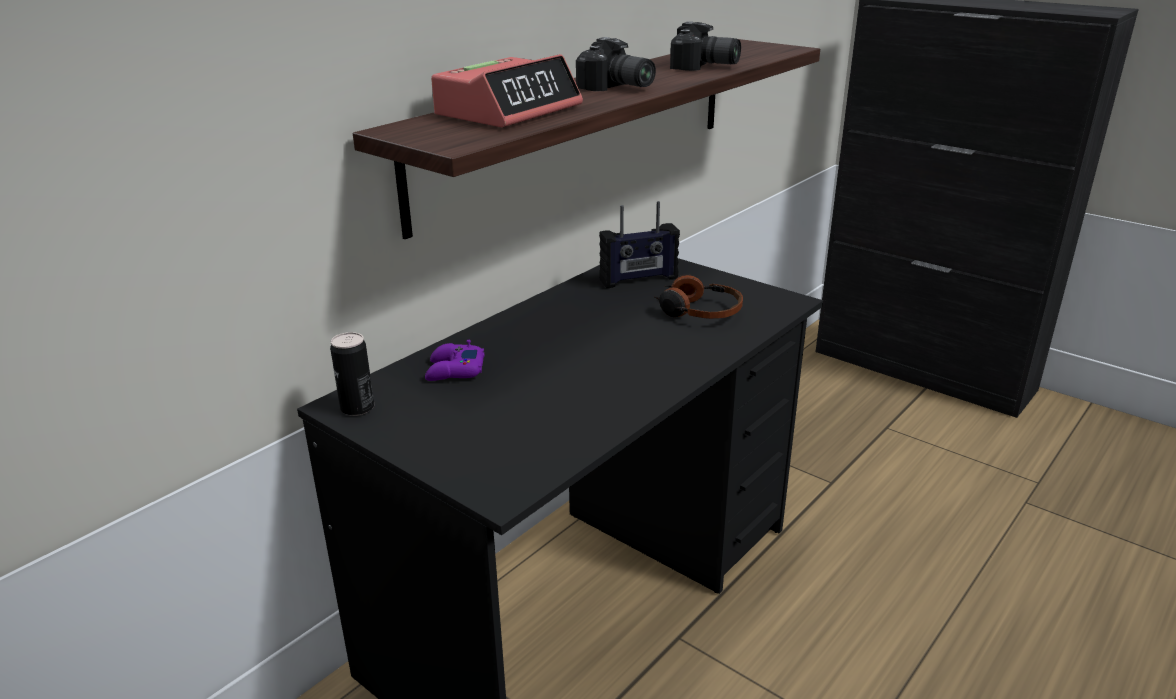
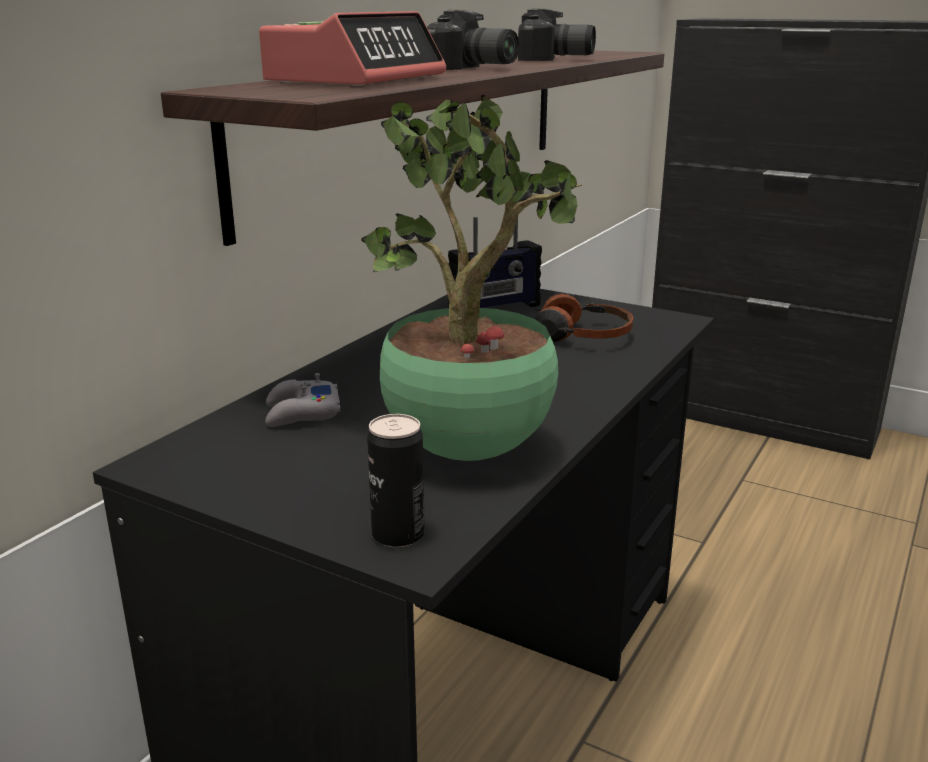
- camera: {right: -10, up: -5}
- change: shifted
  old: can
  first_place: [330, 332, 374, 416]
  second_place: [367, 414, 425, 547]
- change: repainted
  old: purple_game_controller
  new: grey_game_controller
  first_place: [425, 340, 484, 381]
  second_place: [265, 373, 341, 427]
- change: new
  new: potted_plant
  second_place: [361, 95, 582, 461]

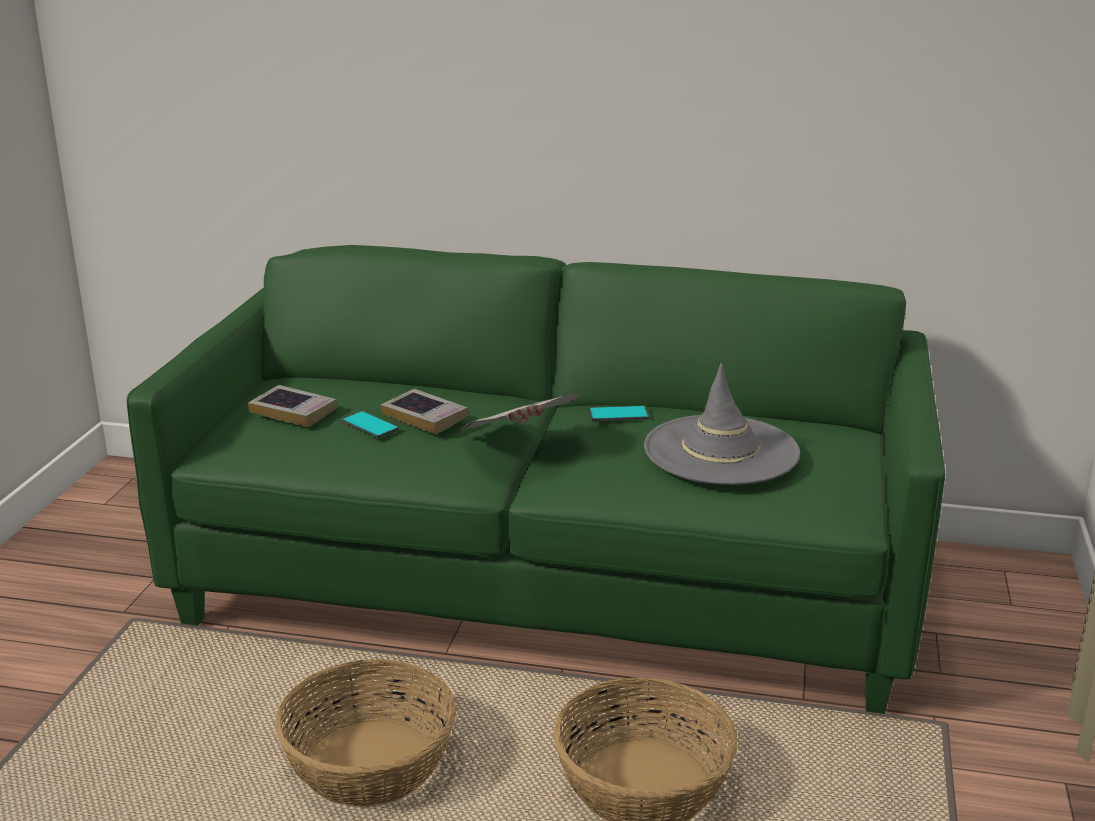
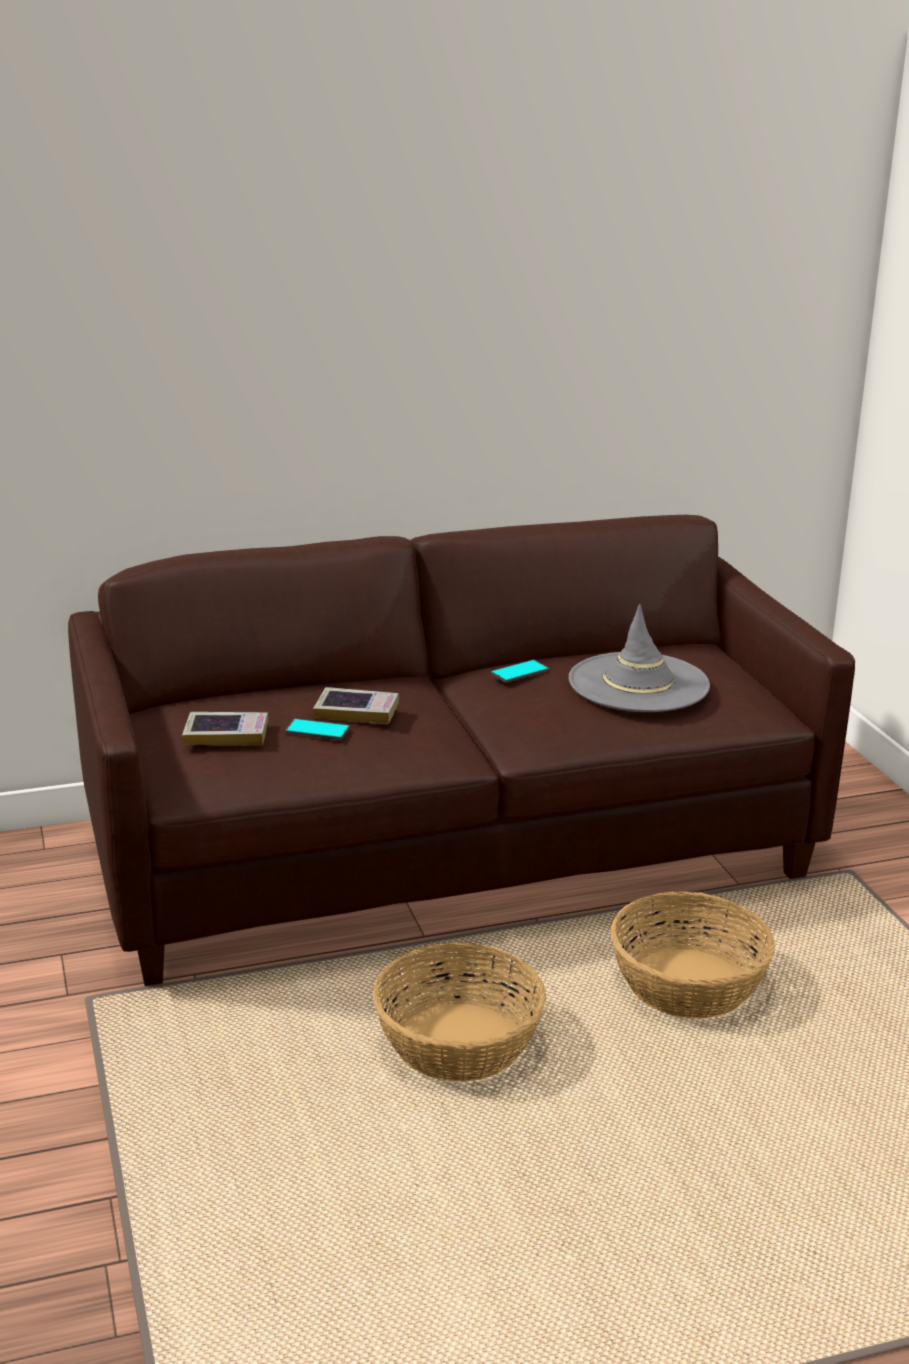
- camera: {right: -30, up: 0}
- change: repainted
  old: green_sofa
  new: brown_sofa
  first_place: [126, 245, 945, 714]
  second_place: [68, 515, 855, 986]
- change: gone
  old: newspaper
  first_place: [460, 394, 581, 430]

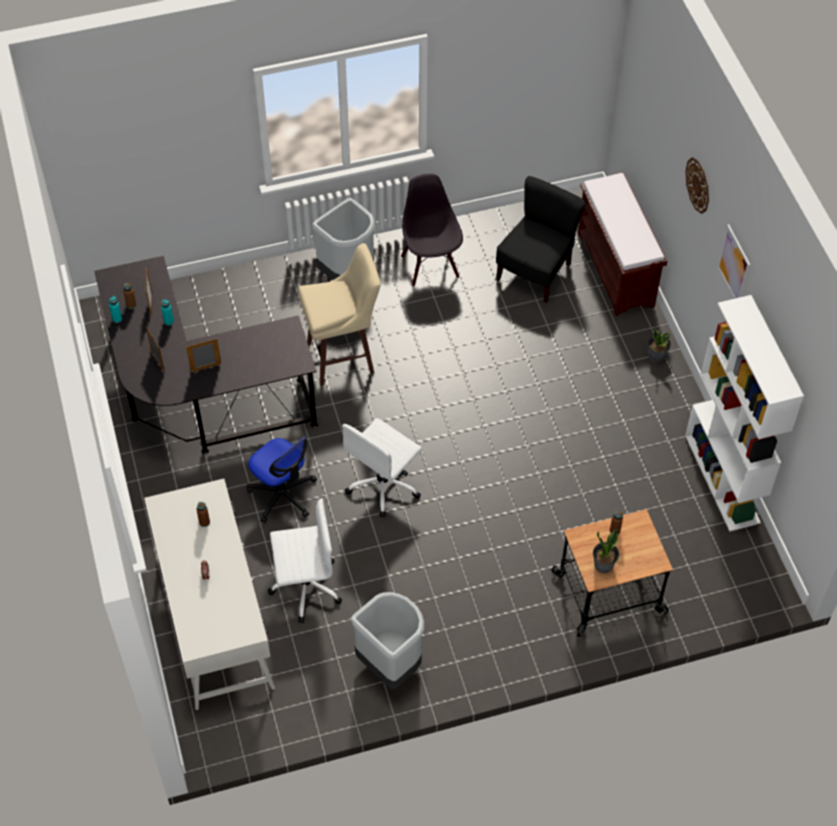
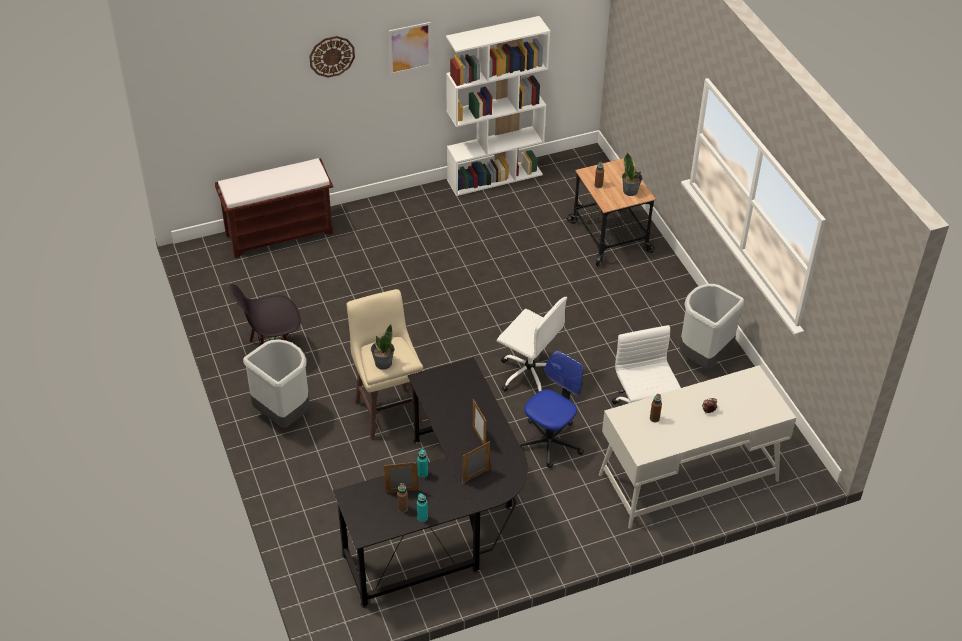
- camera: {right: -95, up: -10}
- change: gone
  old: black_chair
  first_place: [496, 176, 586, 303]
- change: shifted
  old: potted_plant
  first_place: [649, 328, 671, 363]
  second_place: [371, 324, 395, 370]

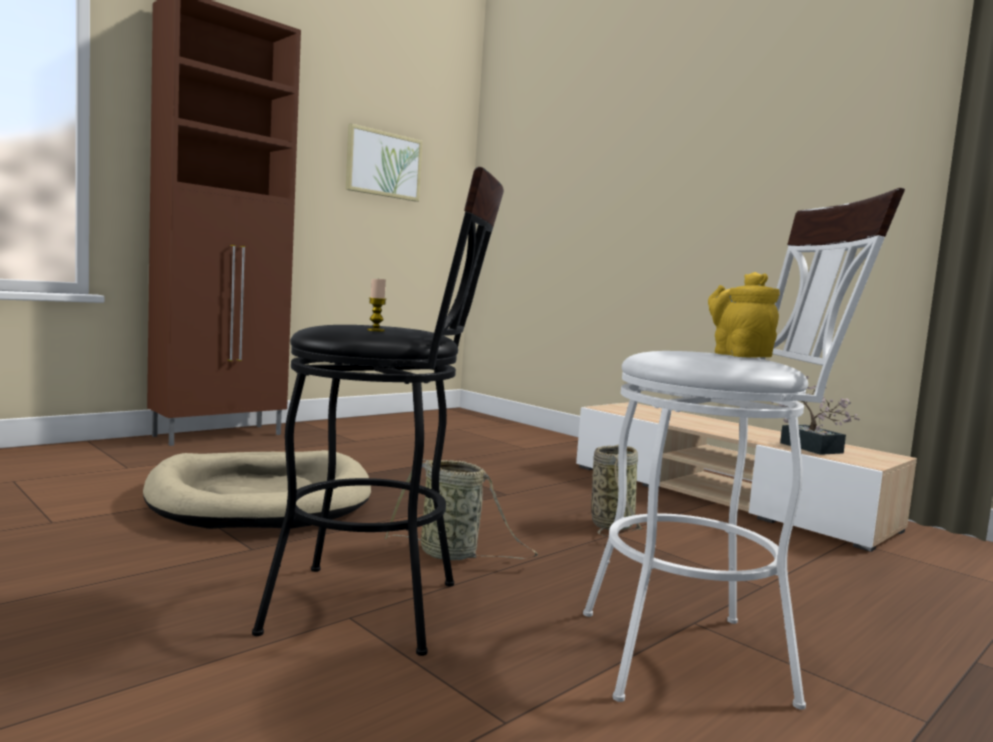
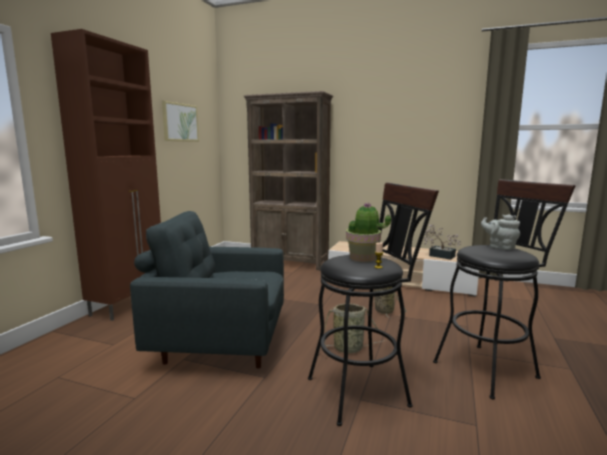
- camera: {right: -25, up: 5}
- change: swapped
  old: beige_dog_bed
  new: grey_armchair
  first_place: [143, 450, 371, 529]
  second_place: [130, 211, 284, 368]
- change: repainted
  old: white_stool
  new: black_stool
  first_place: [583, 188, 905, 710]
  second_place: [433, 179, 576, 399]
- change: repainted
  old: yellow_teapot
  new: grey_teapot
  first_place: [708, 272, 780, 357]
  second_place: [481, 214, 520, 250]
- change: new
  new: brown_bookcase
  second_place: [243, 91, 333, 270]
- change: new
  new: potted_plant
  second_place: [346, 202, 391, 262]

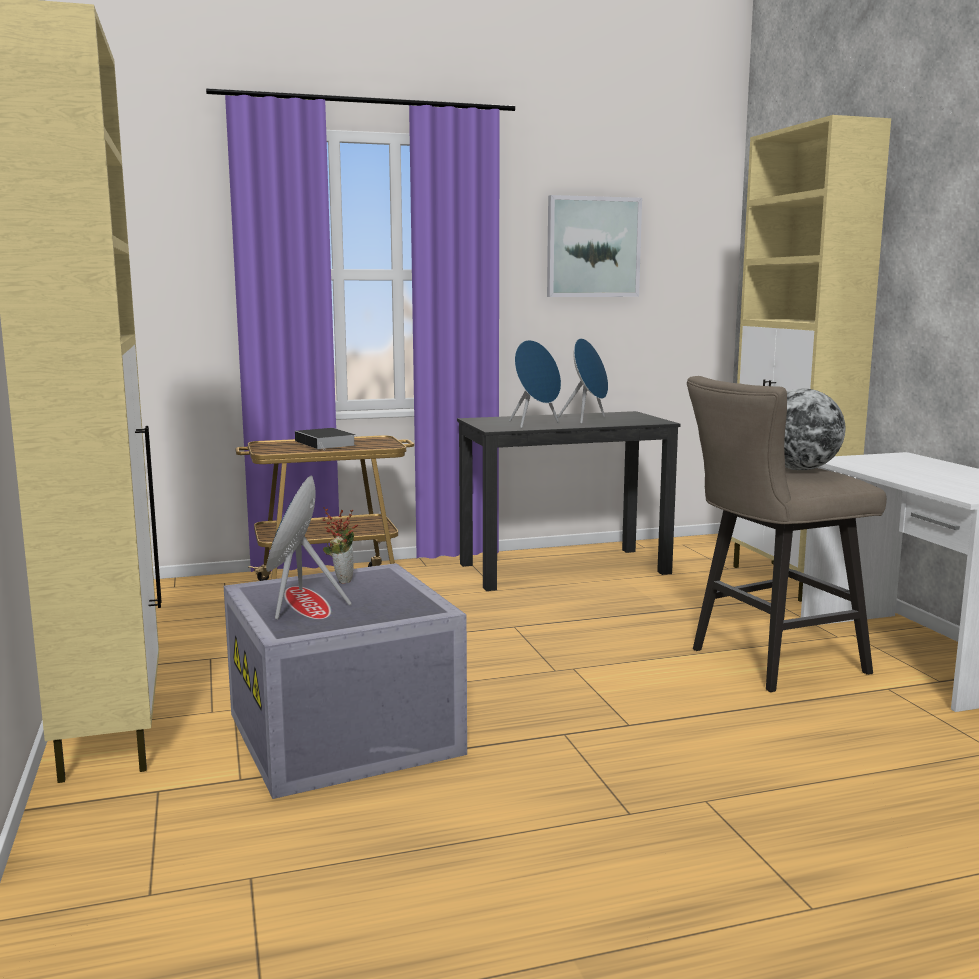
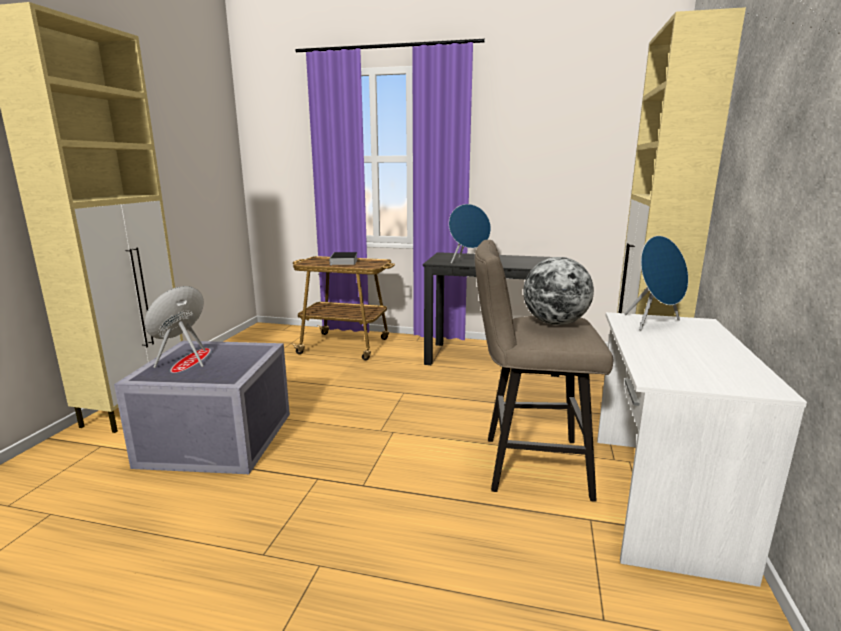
- camera: {right: 30, up: 5}
- change: gone
  old: potted_plant
  first_place: [323, 507, 358, 584]
- change: gone
  old: picture
  first_place: [547, 195, 642, 297]
- change: shifted
  old: blue_speaker
  first_place: [558, 338, 608, 424]
  second_place: [624, 236, 688, 330]

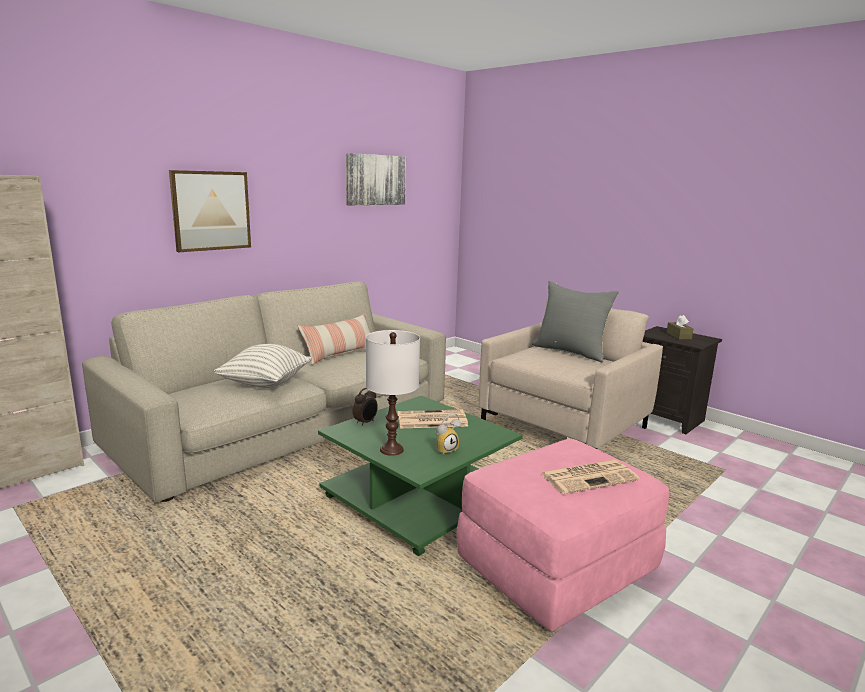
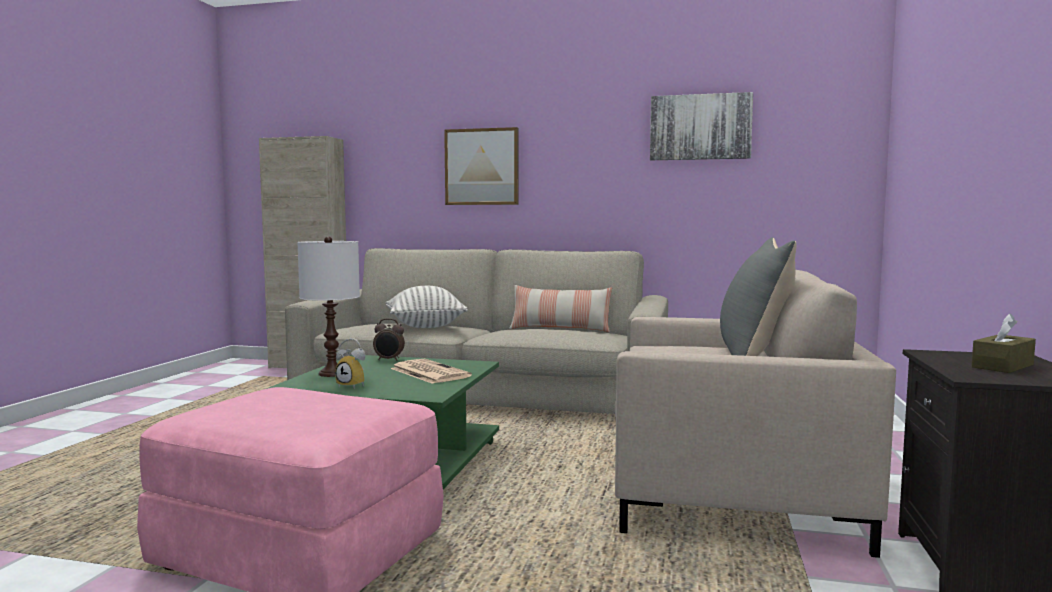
- camera: {right: 60, up: -10}
- change: gone
  old: newspaper
  first_place: [540, 460, 640, 494]

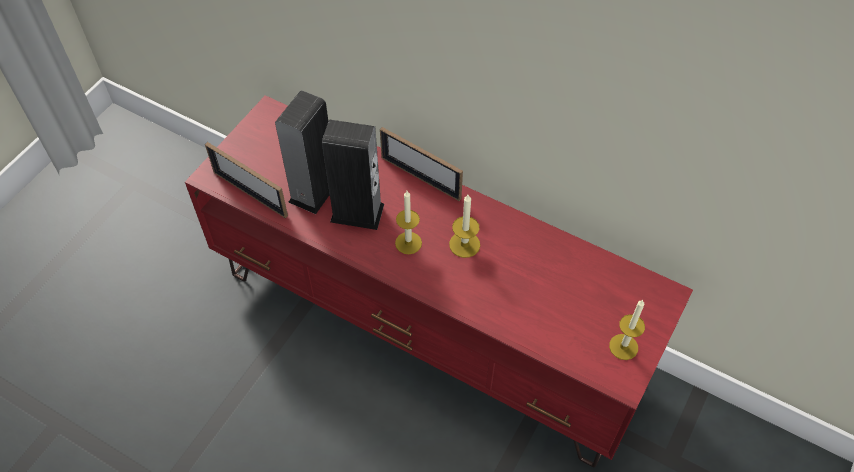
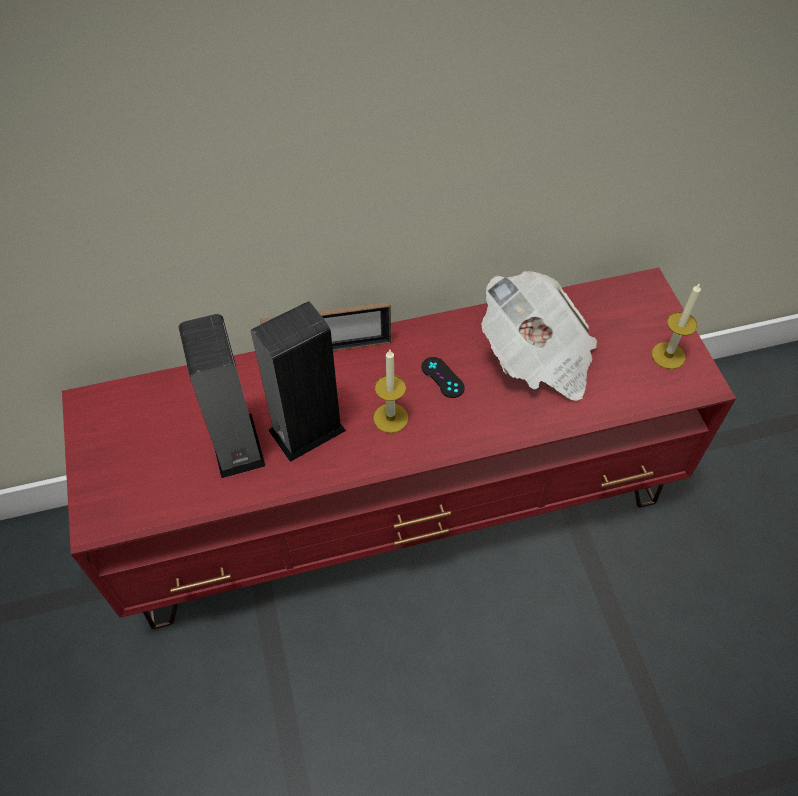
- camera: {right: -45, up: 0}
- change: gone
  old: picture_frame
  first_place: [205, 142, 288, 218]
- change: swapped
  old: candle
  new: black_game_controller
  first_place: [449, 195, 480, 258]
  second_place: [421, 357, 465, 398]
- change: new
  new: newspaper
  second_place: [481, 271, 597, 401]

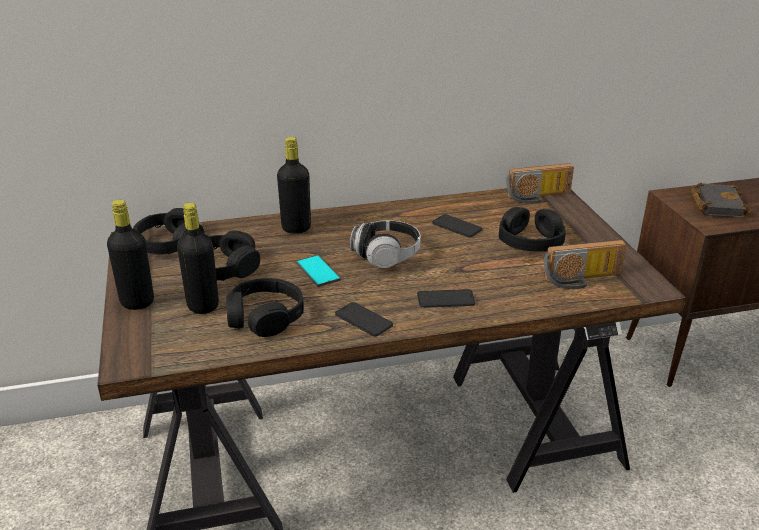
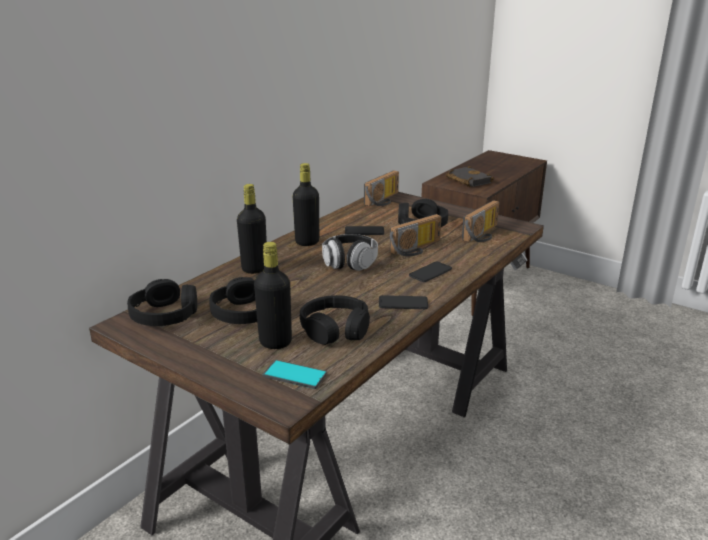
- camera: {right: -40, up: -5}
- change: shifted
  old: black_bottle
  first_place: [107, 200, 154, 310]
  second_place: [293, 163, 319, 246]
- change: shifted
  old: phone
  first_place: [296, 255, 341, 287]
  second_place: [262, 360, 327, 389]
- change: new
  new: radio
  second_place: [390, 214, 441, 256]

